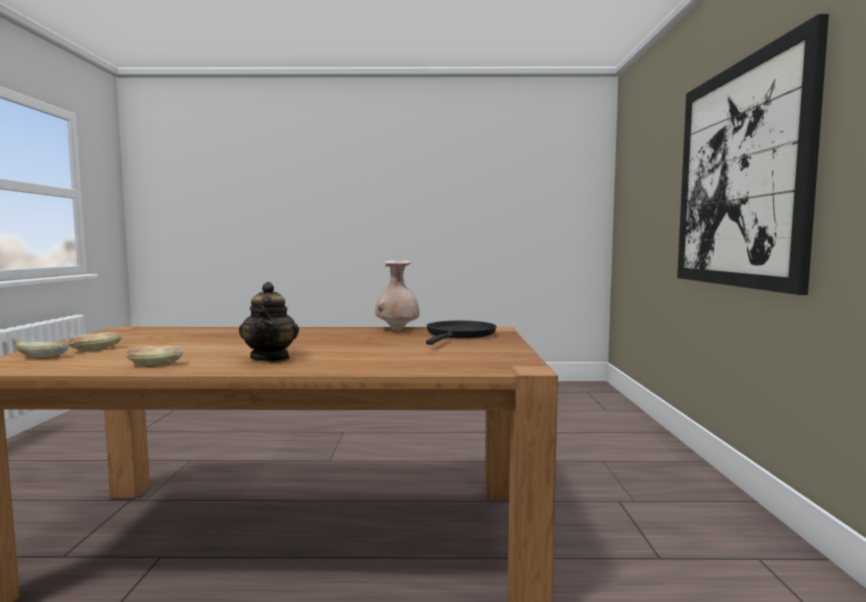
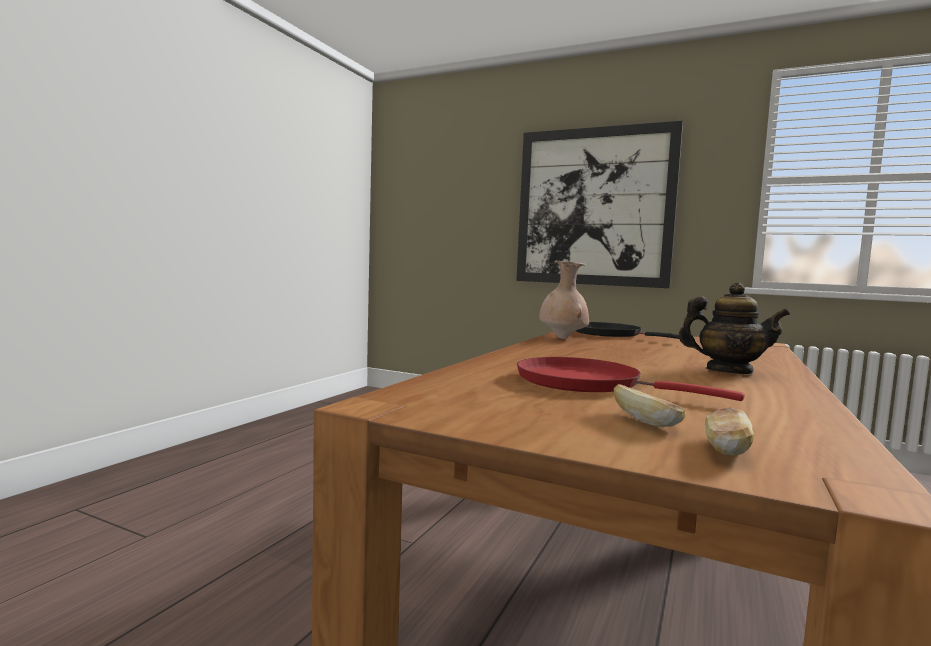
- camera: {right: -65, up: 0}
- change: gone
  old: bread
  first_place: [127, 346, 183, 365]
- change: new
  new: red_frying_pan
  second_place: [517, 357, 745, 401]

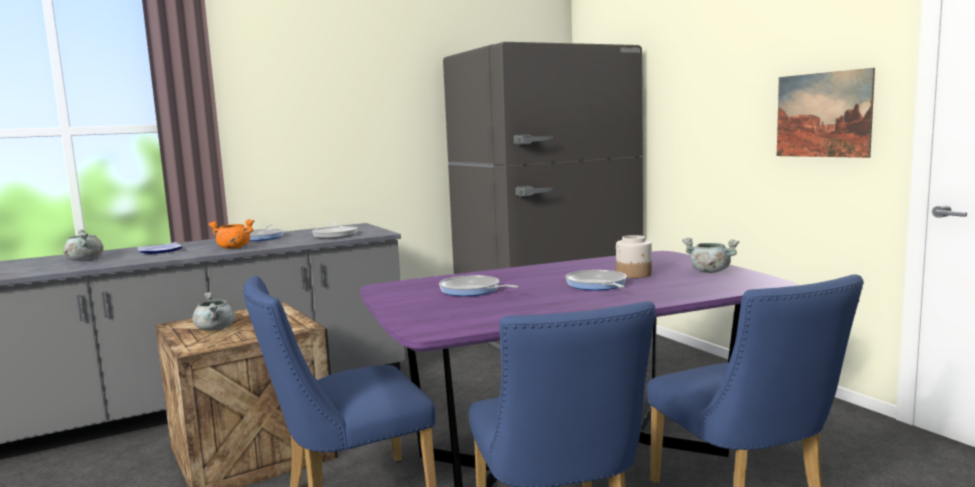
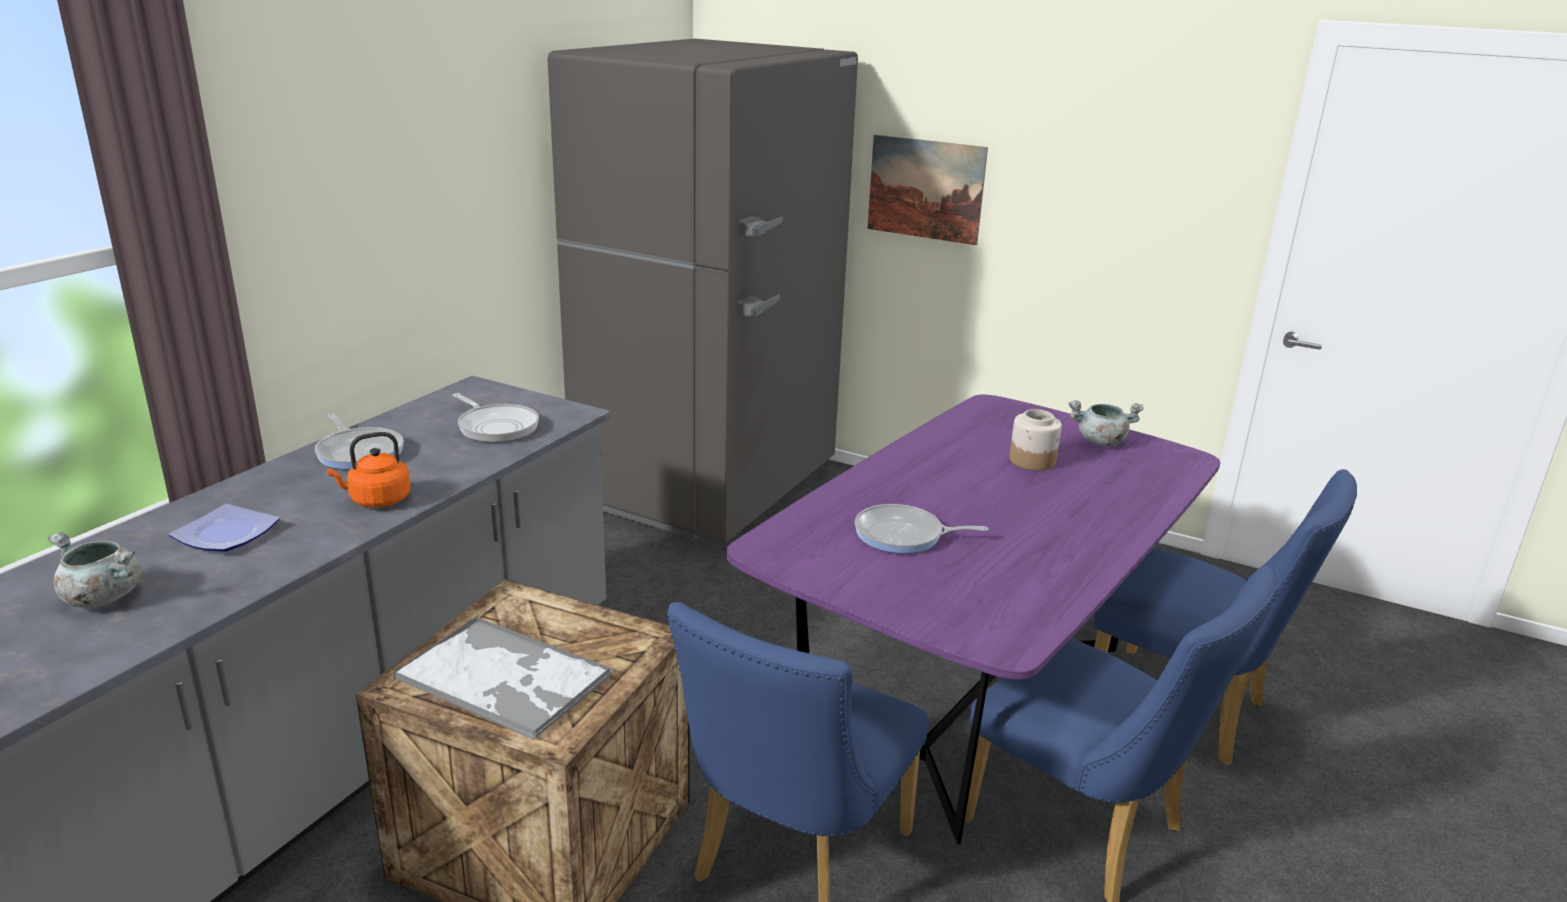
- camera: {right: -35, up: 15}
- change: swapped
  old: grey_cooking_pot
  new: tray
  first_place: [192, 292, 235, 330]
  second_place: [393, 616, 612, 740]
- change: swapped
  old: orange_cooking_pot
  new: orange_kettle
  first_place: [208, 219, 254, 249]
  second_place: [327, 432, 411, 508]
- change: gone
  old: frying_pan
  first_place: [566, 270, 627, 290]
- change: shifted
  old: picture
  first_place: [777, 68, 875, 158]
  second_place: [867, 135, 988, 245]

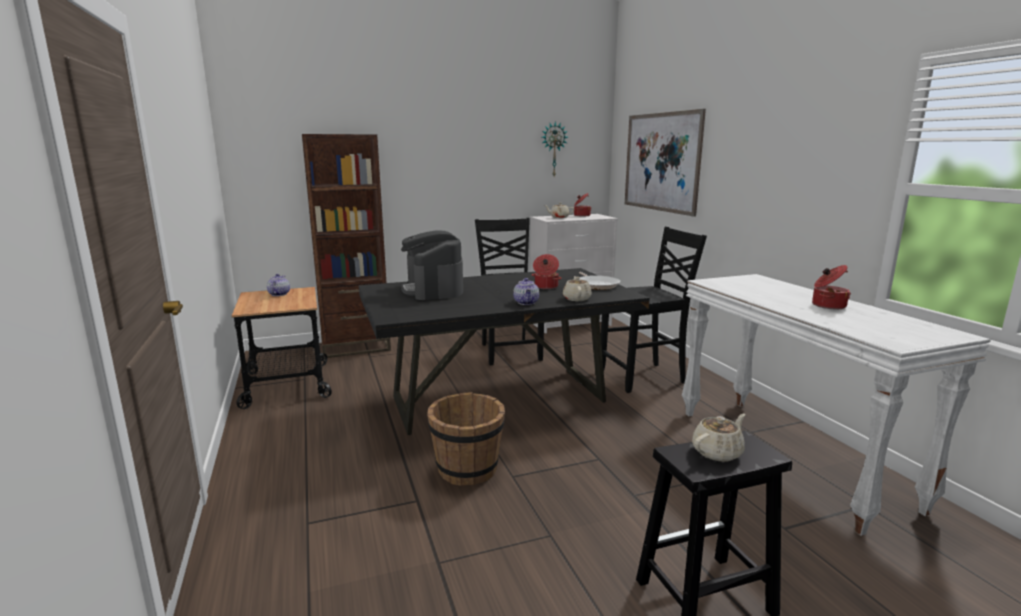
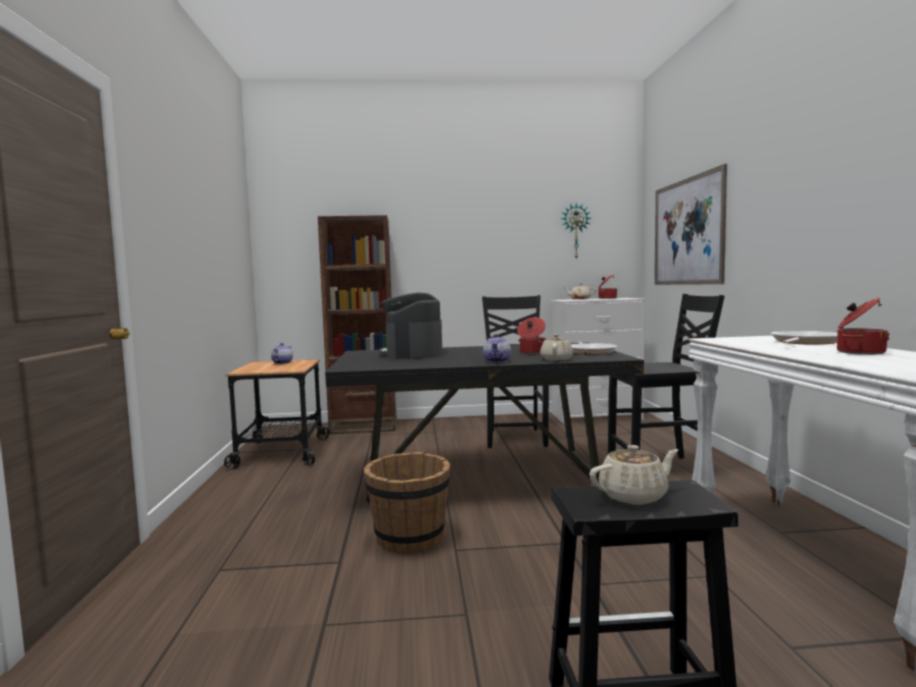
- camera: {right: 15, up: -10}
- change: new
  new: frying_pan
  second_place: [771, 331, 837, 345]

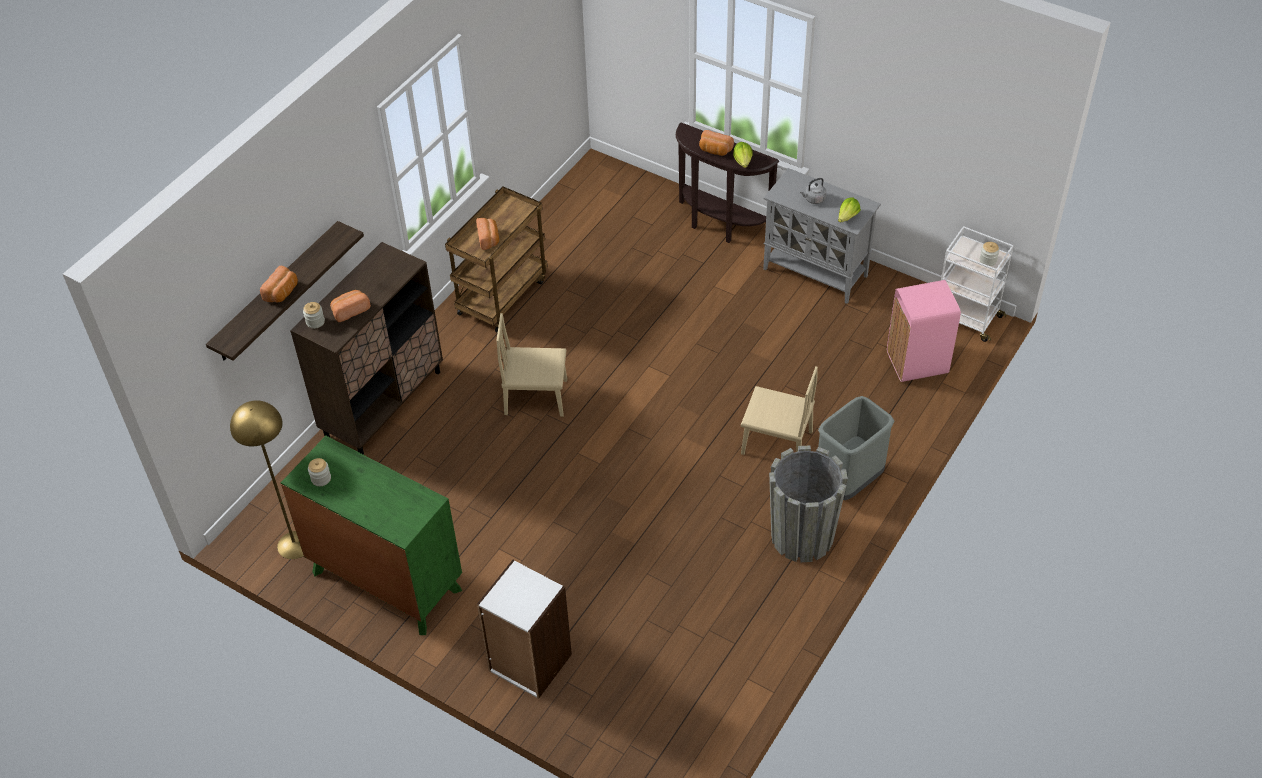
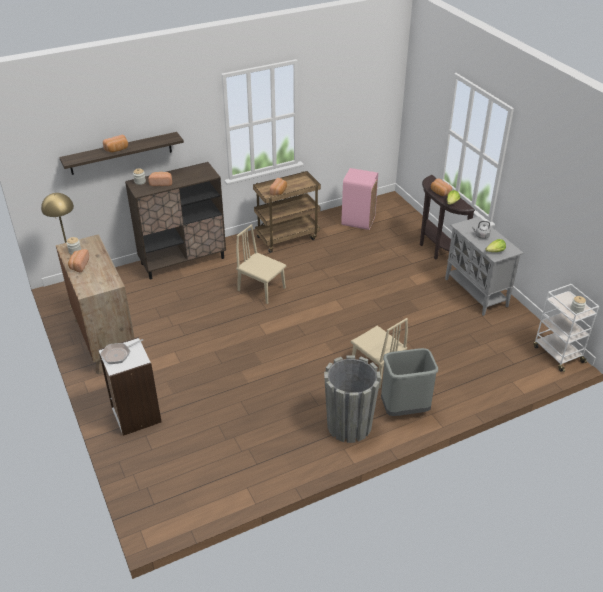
- camera: {right: 30, up: -10}
- change: repainted
  old: green_dresser
  new: brown_dresser
  first_place: [281, 436, 462, 635]
  second_place: [56, 234, 135, 375]
- change: shifted
  old: pink_trash_can
  first_place: [887, 280, 961, 382]
  second_place: [341, 168, 378, 230]
- change: new
  new: bread
  second_place: [68, 249, 89, 272]
- change: new
  new: frying_pan
  second_place: [100, 339, 143, 364]

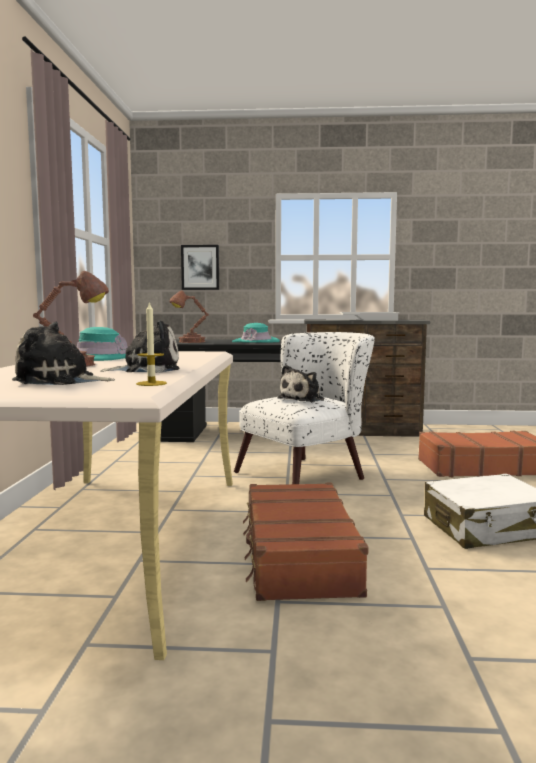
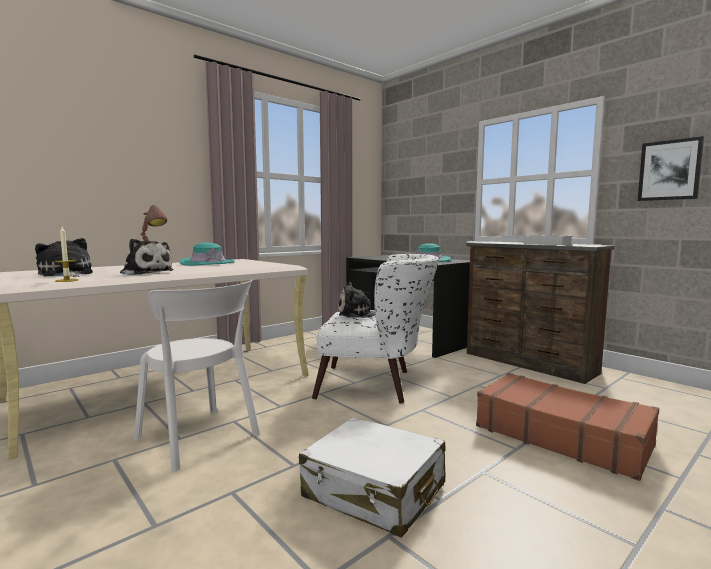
- camera: {right: 45, up: 0}
- change: gone
  old: brown_table_lamp
  first_place: [170, 290, 209, 343]
- change: shifted
  old: picture
  first_place: [181, 245, 219, 290]
  second_place: [638, 136, 704, 201]
- change: swapped
  old: brown_suitcase
  new: white_chair
  first_place: [243, 483, 369, 601]
  second_place: [134, 280, 260, 472]

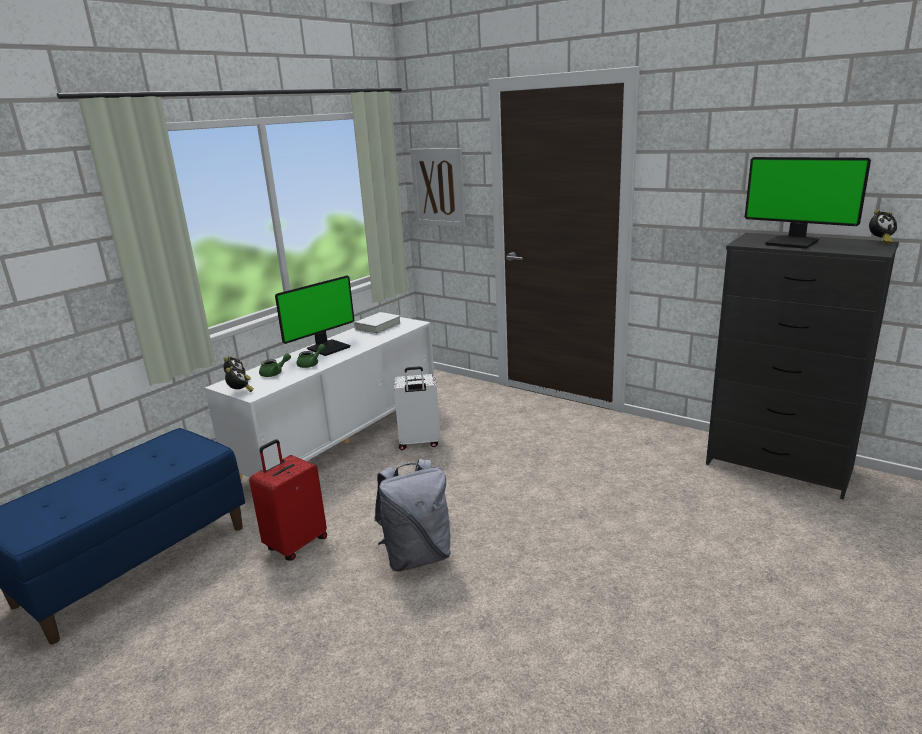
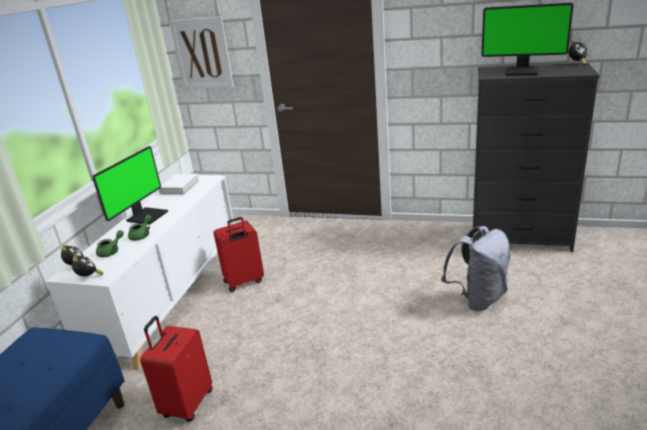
- camera: {right: -20, up: 5}
- change: shifted
  old: grey_backpack
  first_place: [374, 459, 451, 572]
  second_place: [441, 226, 511, 311]
- change: repainted
  old: white_suitcase
  new: red_suitcase
  first_place: [394, 366, 441, 450]
  second_place: [213, 217, 264, 292]

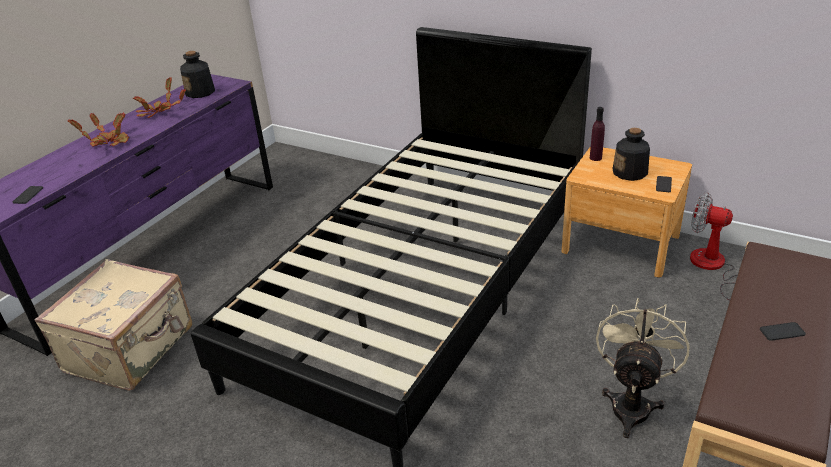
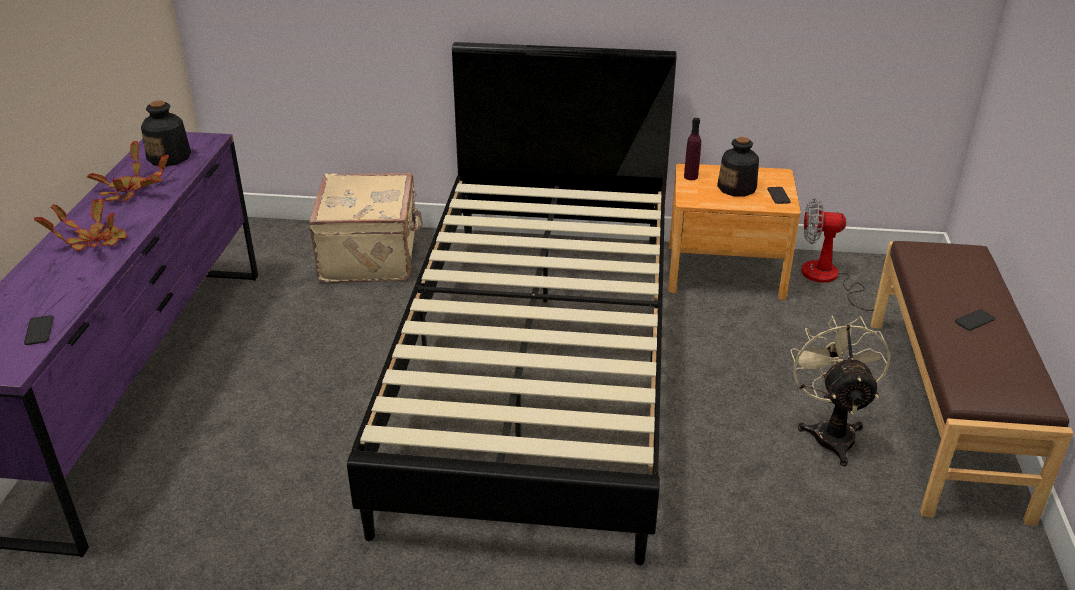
- camera: {right: -25, up: 0}
- change: shifted
  old: beige_suitcase
  first_place: [34, 259, 192, 391]
  second_place: [309, 173, 423, 283]

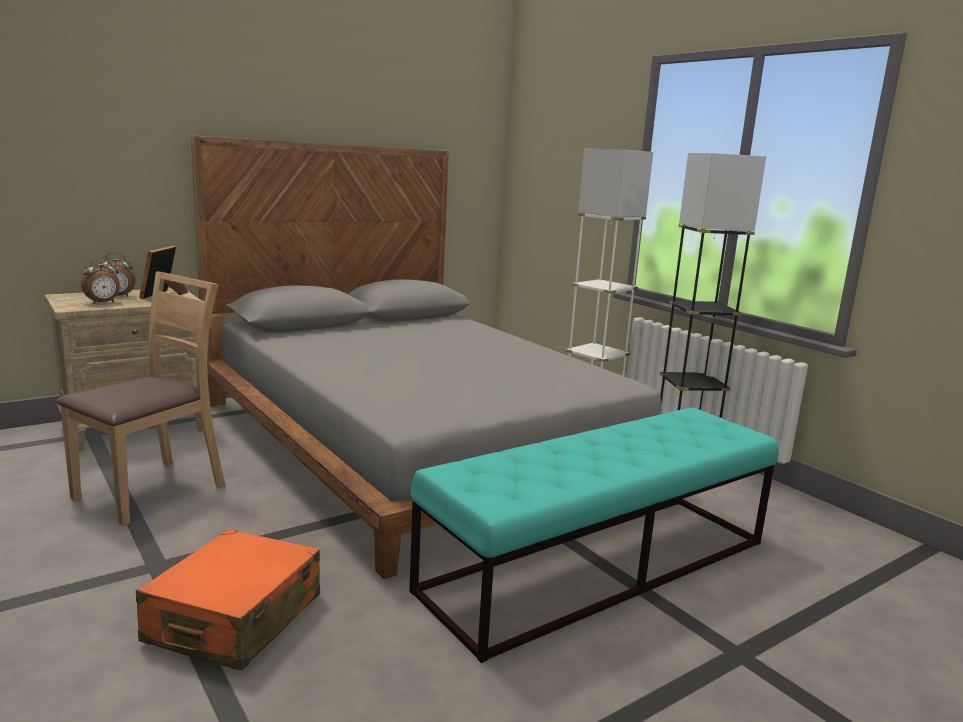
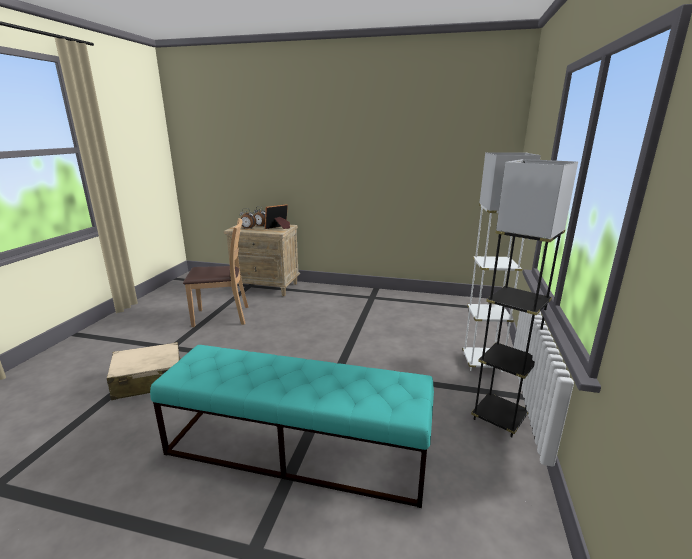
- camera: {right: 50, up: 5}
- change: repainted
  old: orange_suitcase
  new: beige_suitcase
  first_place: [136, 529, 320, 671]
  second_place: [107, 342, 181, 400]
- change: gone
  old: grey_bed
  first_place: [191, 136, 662, 579]

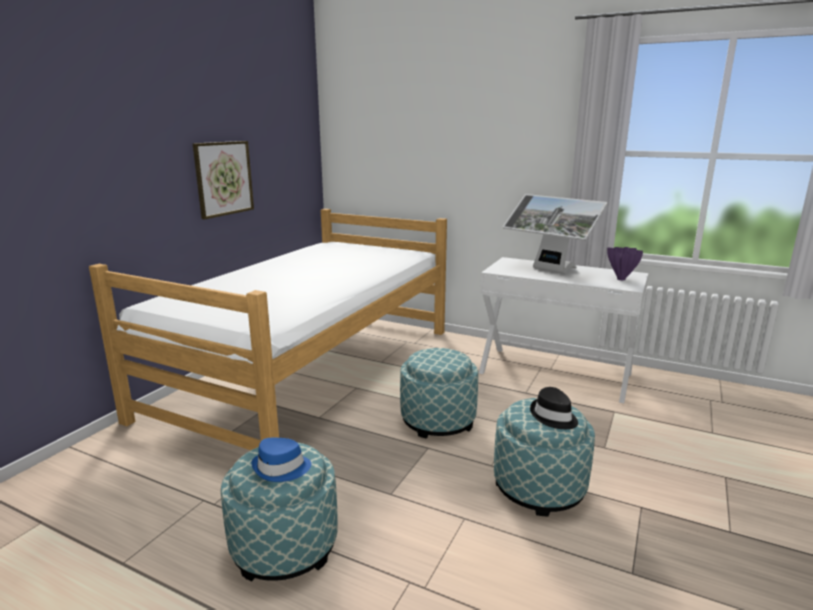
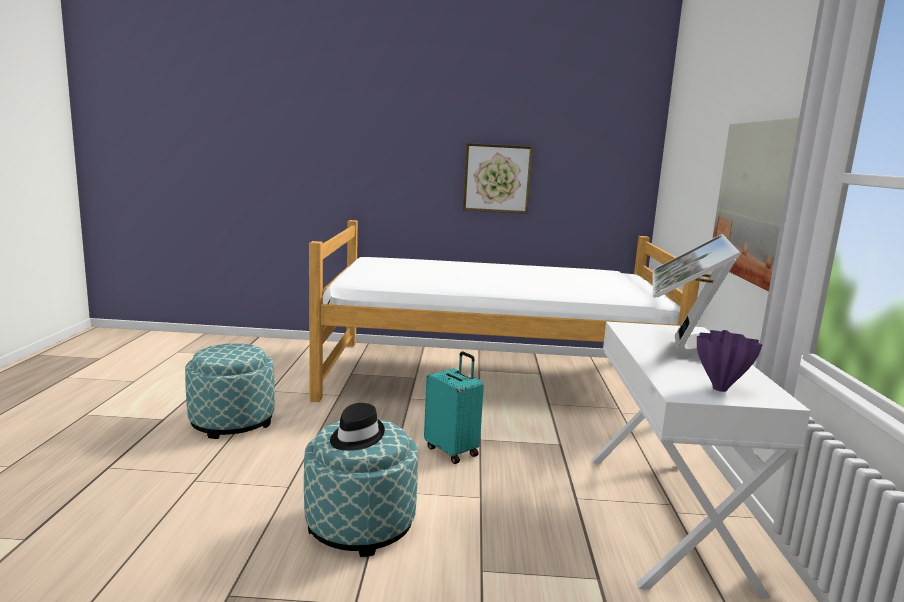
- camera: {right: 65, up: -5}
- change: gone
  old: blue_hat
  first_place: [251, 438, 311, 482]
- change: swapped
  old: ottoman
  new: turquoise_suitcase
  first_place: [400, 348, 478, 439]
  second_place: [424, 352, 484, 464]
- change: new
  new: picture
  second_place: [712, 117, 799, 291]

